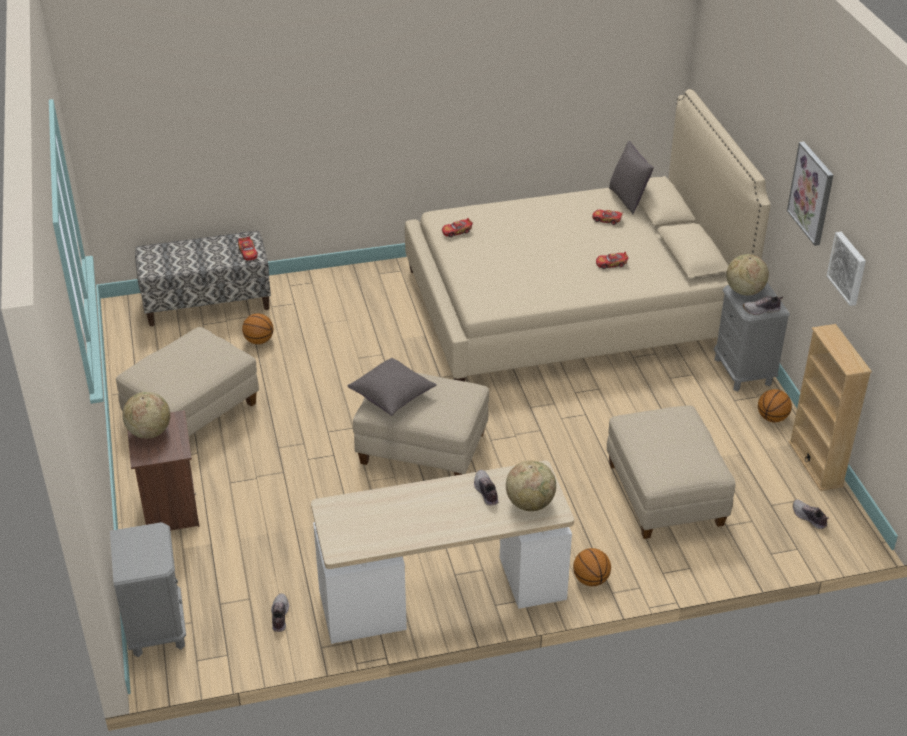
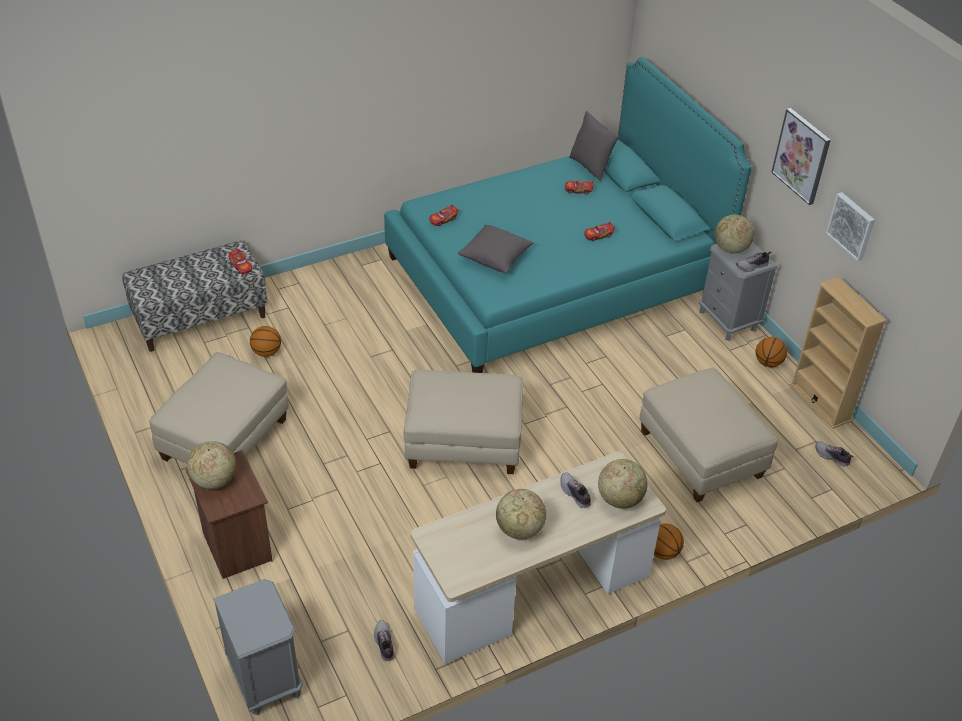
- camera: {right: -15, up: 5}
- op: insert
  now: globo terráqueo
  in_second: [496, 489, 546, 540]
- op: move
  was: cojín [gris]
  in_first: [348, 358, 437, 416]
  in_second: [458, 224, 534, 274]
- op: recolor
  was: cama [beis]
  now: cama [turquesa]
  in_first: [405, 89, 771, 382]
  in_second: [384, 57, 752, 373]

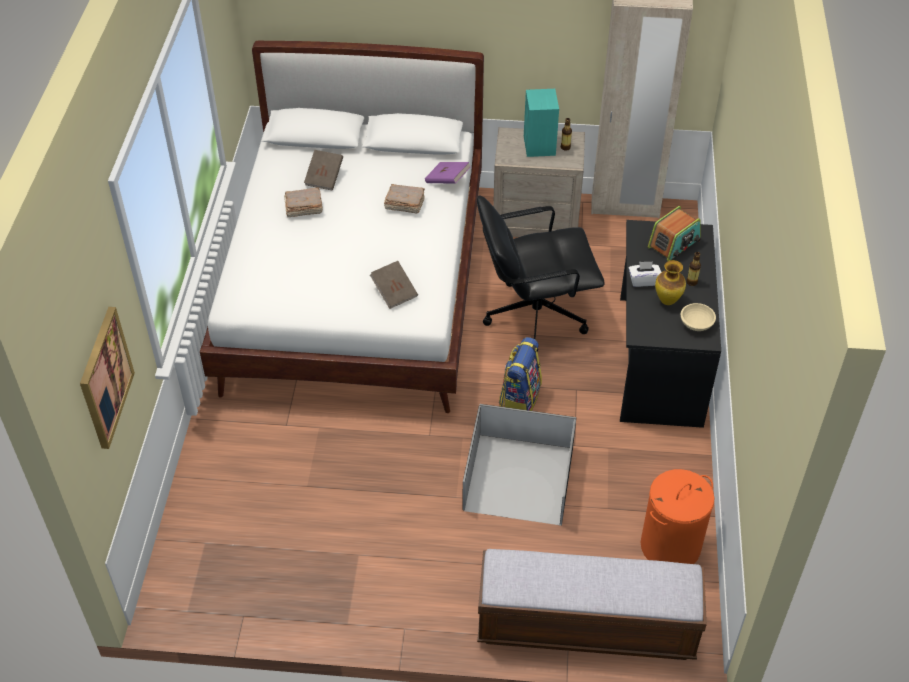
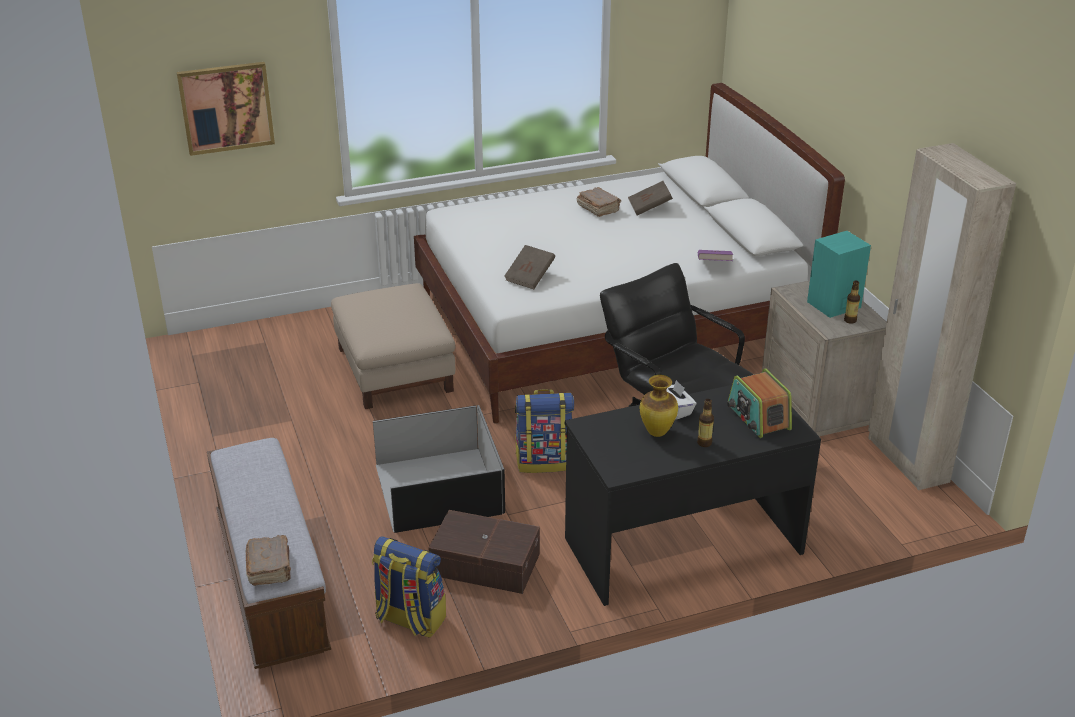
- camera: {right: 65, up: -15}
- op: delete
  was: cuenco [beis]
  in_first: [680, 303, 716, 331]
- op: insert
  now: puf [beis]
  in_second: [331, 283, 455, 409]
- op: insert
  now: caja de almacenaje [marrón]
  in_second: [428, 510, 540, 594]
- op: move
  was: libro [marrón]
  in_first: [384, 184, 425, 213]
  in_second: [246, 535, 291, 586]
- op: replace
  was: cesto de la ropa [naranja]
  now: mochila
  in_first: [640, 469, 715, 564]
  in_second: [372, 536, 446, 638]
- op: rotate
  was: radio
  in_first: [647, 206, 701, 261]
  in_second: [727, 369, 792, 438]
  clockwise: 45

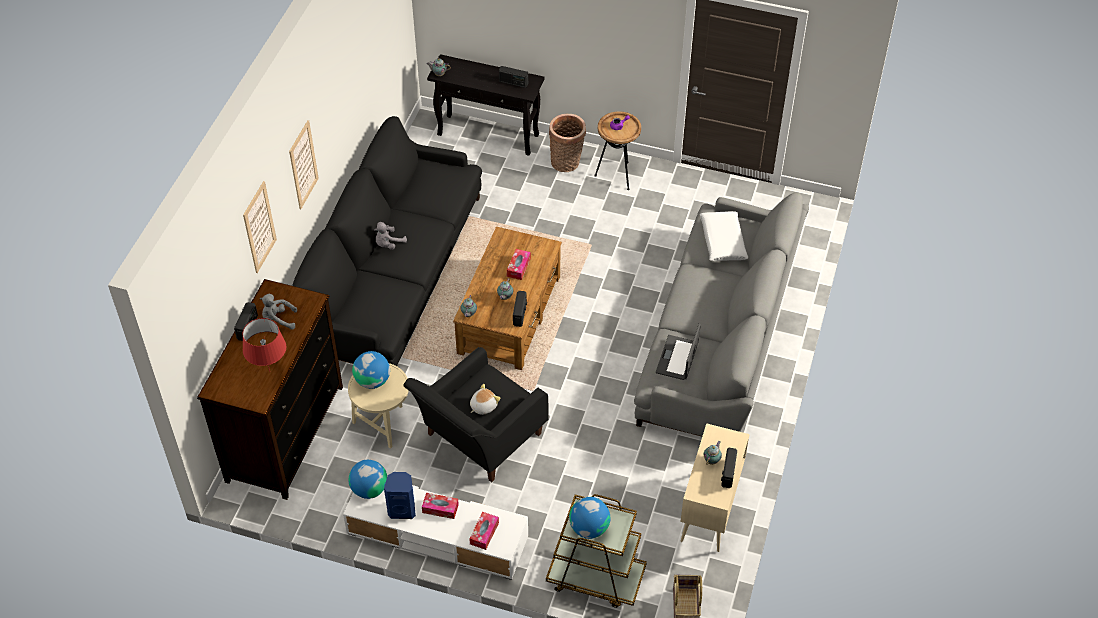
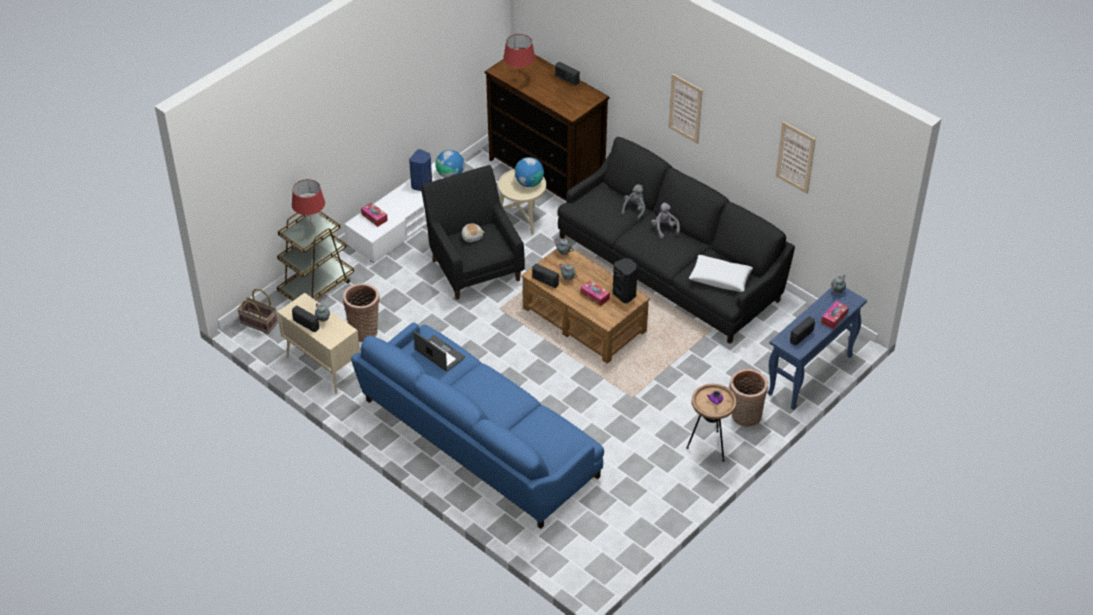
- camera: {right: 115, up: -5}
- op: insert
  now: cesta
  in_second: [343, 283, 380, 342]
- op: insert
  now: altavoz [negro]
  in_second: [613, 258, 638, 303]
- op: move
  was: cuadro
  in_first: [243, 181, 277, 273]
  in_second: [776, 122, 816, 194]
- op: move
  was: peluche [gris]
  in_first: [260, 294, 297, 330]
  in_second: [621, 184, 646, 220]
- op: move
  was: caja de pañuelos
  in_first: [422, 493, 459, 519]
  in_second: [821, 301, 849, 329]
- op: move
  was: cojín [blanco]
  in_first: [700, 211, 748, 261]
  in_second: [689, 255, 753, 292]
- op: replace
  was: globo terráqueo
  now: lámpara de mesa [rojo]
  in_first: [569, 497, 611, 539]
  in_second: [292, 179, 325, 222]
- op: recolor
  was: mesa consola [negro]
  now: mesa consola [azul]
  in_first: [427, 54, 544, 156]
  in_second: [768, 287, 867, 410]
- op: recolor
  was: sofá [gris]
  now: sofá [azul]
  in_first: [634, 193, 809, 437]
  in_second: [351, 322, 604, 529]

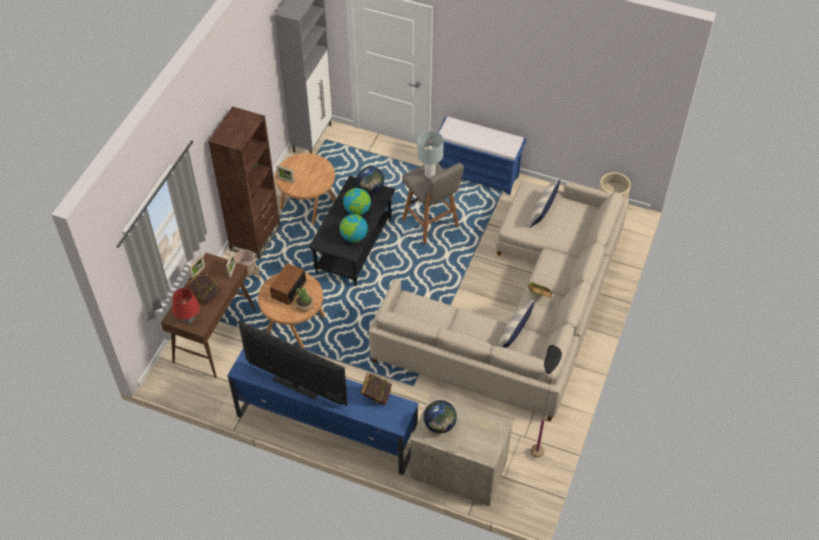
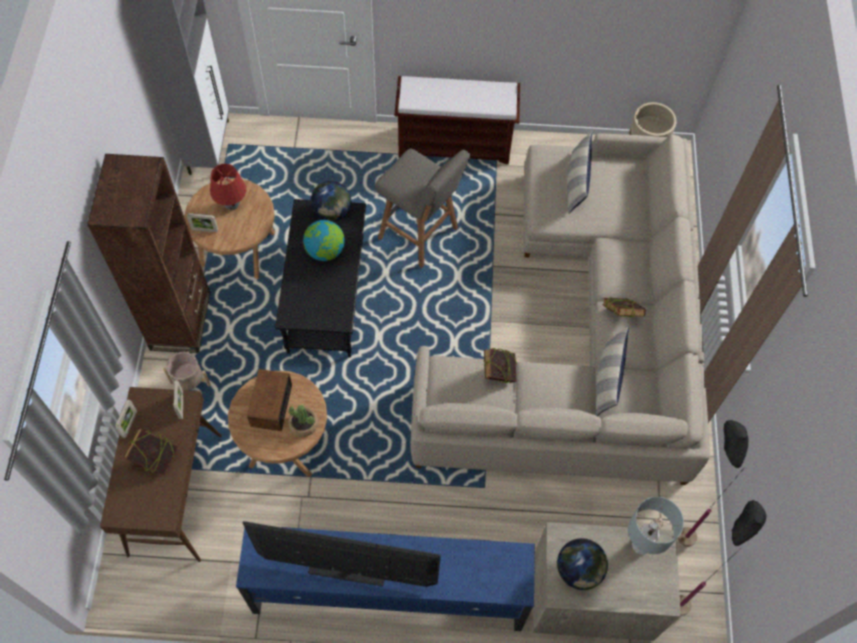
- camera: {right: -20, up: 10}
- op: delete
  was: globo terráqueo
  in_first: [340, 214, 368, 242]
- op: insert
  now: lámpara de pie [negro]
  in_second: [680, 500, 767, 616]
- op: move
  was: lámpara de mesa [rojo]
  in_first: [172, 288, 200, 323]
  in_second: [210, 164, 246, 210]
- op: move
  was: libro
  in_first: [361, 373, 392, 405]
  in_second: [484, 348, 517, 383]
- op: move
  was: lámpara de mesa [gris]
  in_first: [417, 131, 444, 178]
  in_second: [628, 497, 684, 554]
- op: recolor
  was: banco [azul]
  now: banco [marrón]
  in_first: [438, 116, 526, 195]
  in_second: [394, 76, 520, 164]

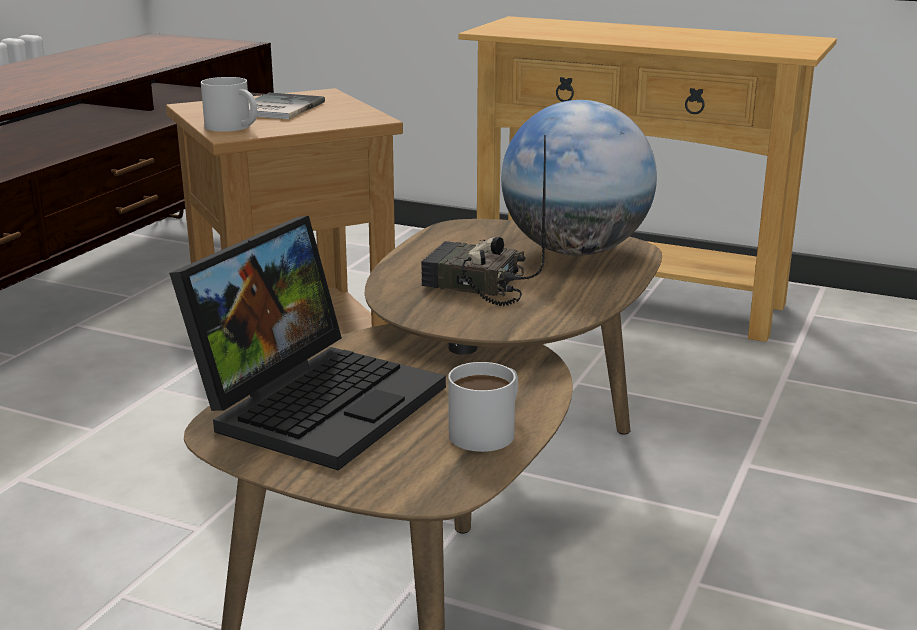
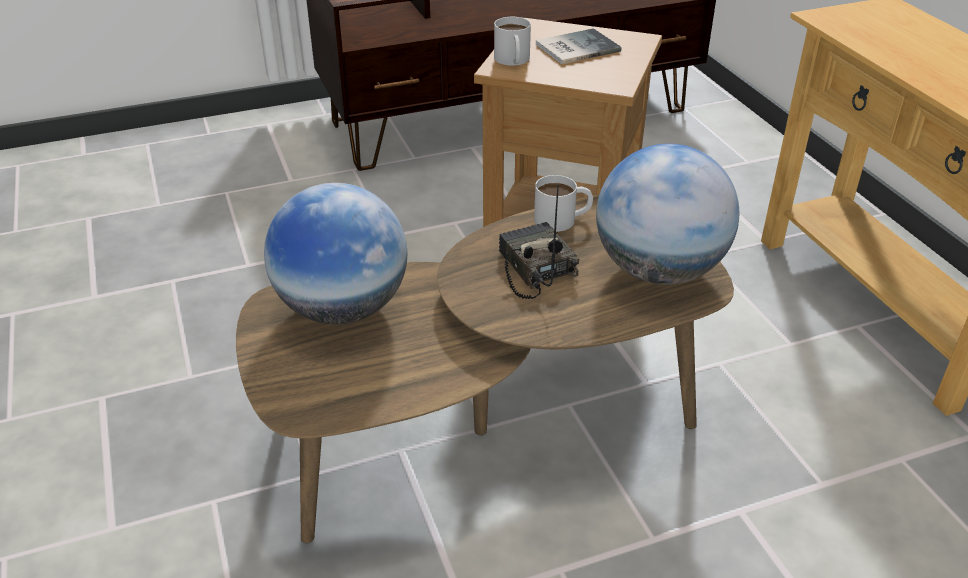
- camera: {right: 45, up: 15}
- op: move
  was: taza grande [blanco]
  in_first: [448, 362, 518, 452]
  in_second: [534, 175, 593, 232]
- op: replace
  was: portátil
  now: globo terráqueo
  in_first: [169, 215, 446, 470]
  in_second: [264, 183, 407, 324]

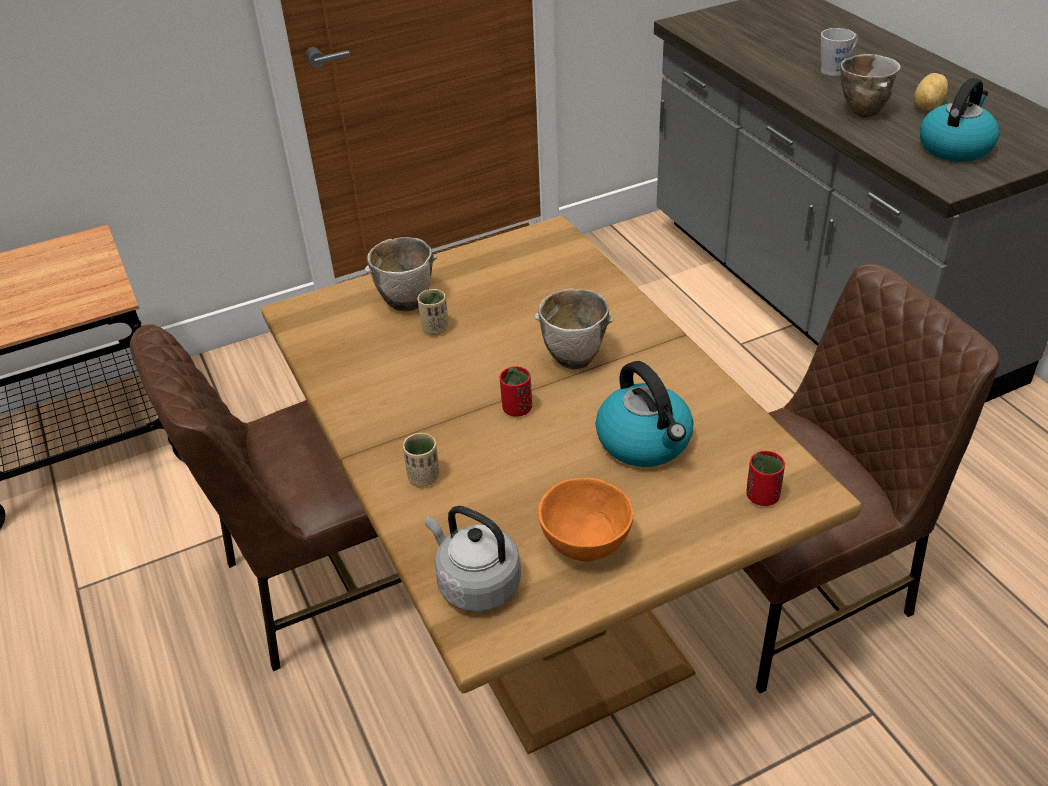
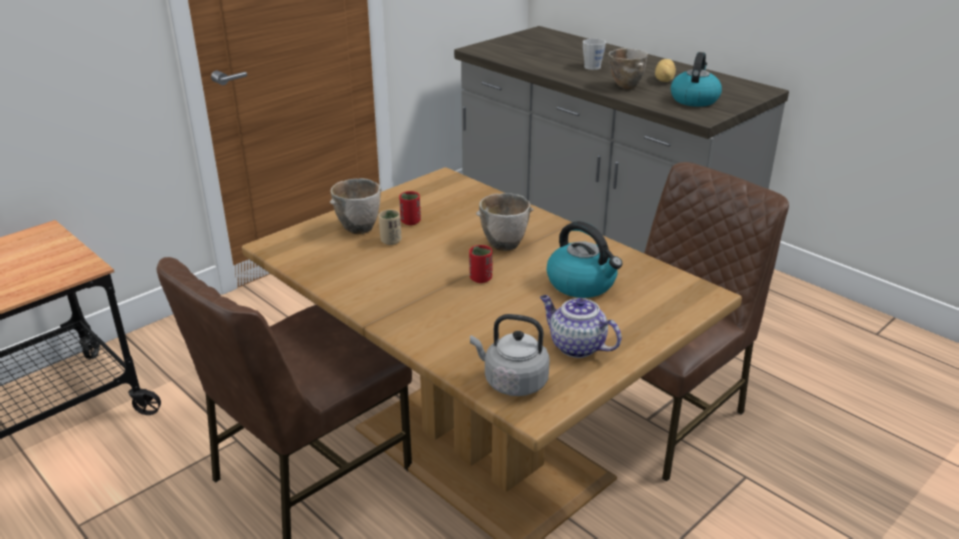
- camera: {right: -20, up: -10}
- op: delete
  was: taza [beis]
  in_first: [403, 433, 439, 486]
- op: move
  was: taza [rojo]
  in_first: [746, 451, 785, 506]
  in_second: [399, 191, 421, 225]
- op: replace
  was: cuenco [naranja]
  now: tetera
  in_first: [538, 478, 633, 561]
  in_second: [540, 295, 621, 358]

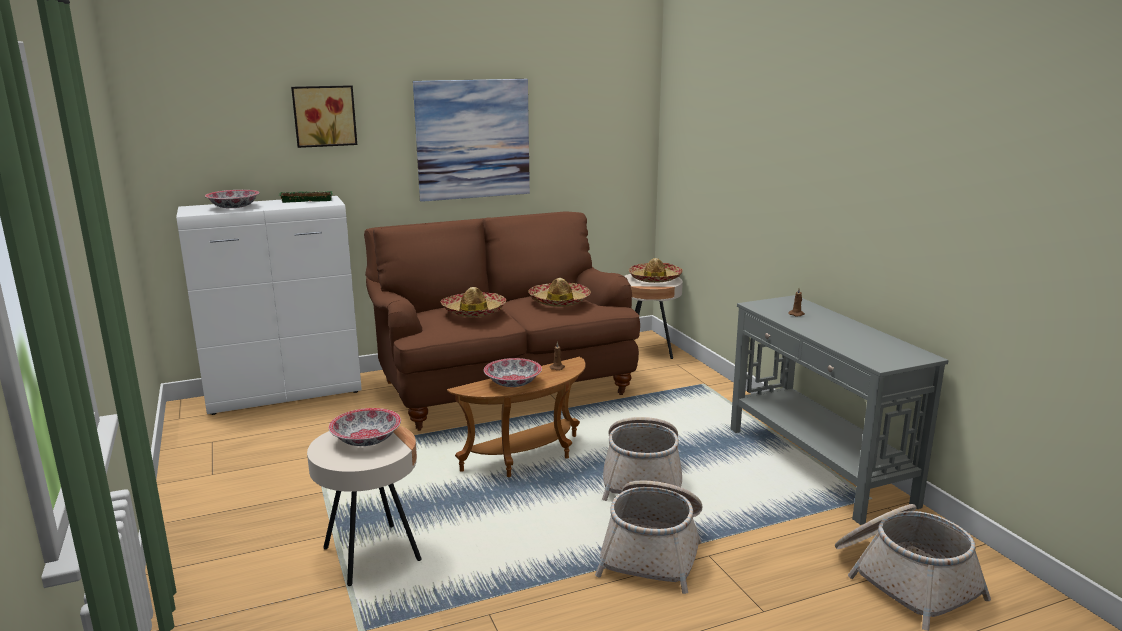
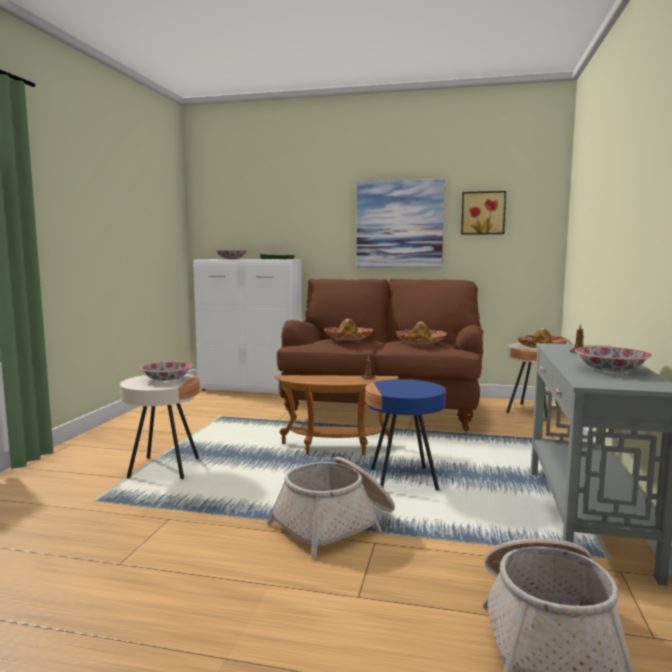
- camera: {right: 35, up: -10}
- op: move
  was: cuadro
  in_first: [291, 85, 357, 148]
  in_second: [461, 191, 506, 235]
- op: move
  was: cuenco
  in_first: [484, 358, 542, 387]
  in_second: [575, 346, 652, 372]
- op: replace
  was: cesta
  now: mesa auxiliar [azul]
  in_first: [602, 417, 682, 501]
  in_second: [365, 379, 446, 491]

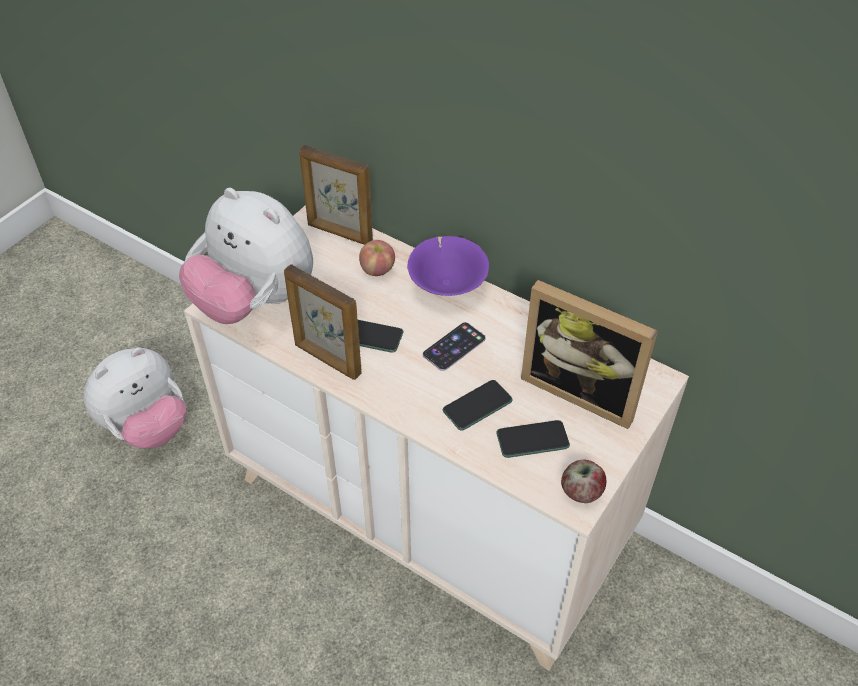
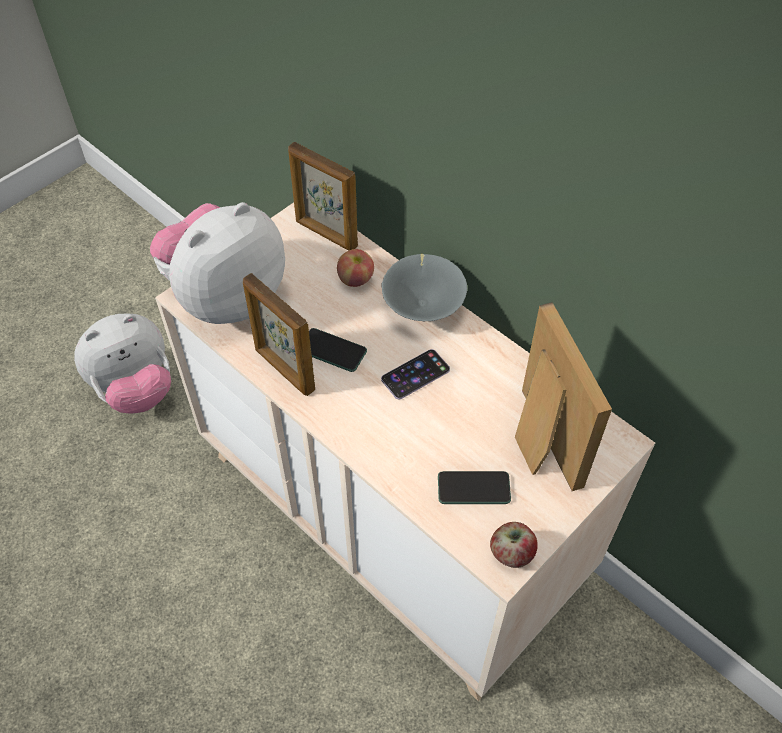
- camera: {right: 10, up: 5}
- op: delete
  was: móvil
  in_first: [443, 380, 513, 431]
- op: recolor
  was: cuenco [morado]
  now: cuenco [gris]
  in_first: [407, 236, 489, 296]
  in_second: [381, 254, 467, 321]
- op: rotate
  was: peluche
  in_first: [179, 188, 313, 324]
  in_second: [150, 202, 285, 324]
  clockwise: 90
- op: rotate
  was: portarretratos
  in_first: [521, 280, 658, 429]
  in_second: [515, 302, 612, 491]
  clockwise: -150

